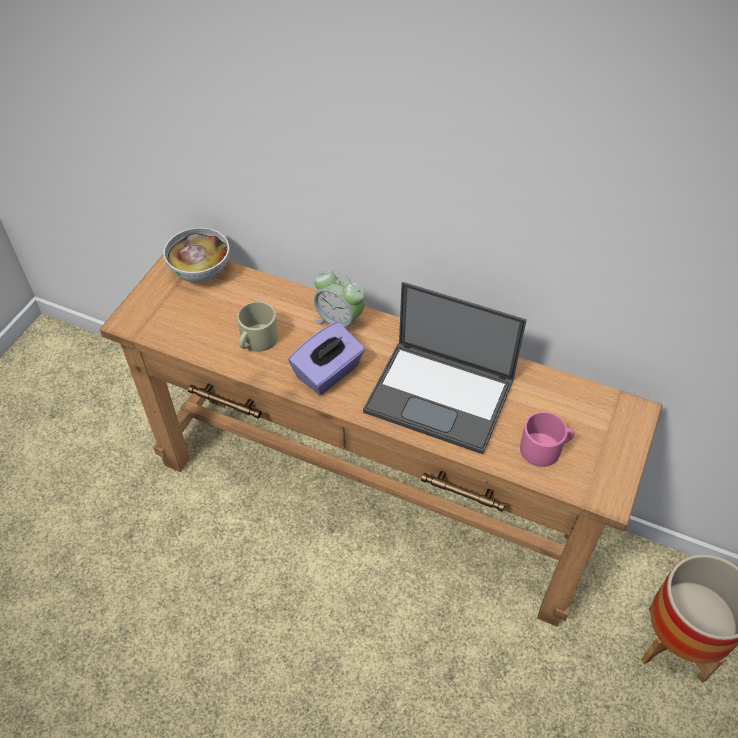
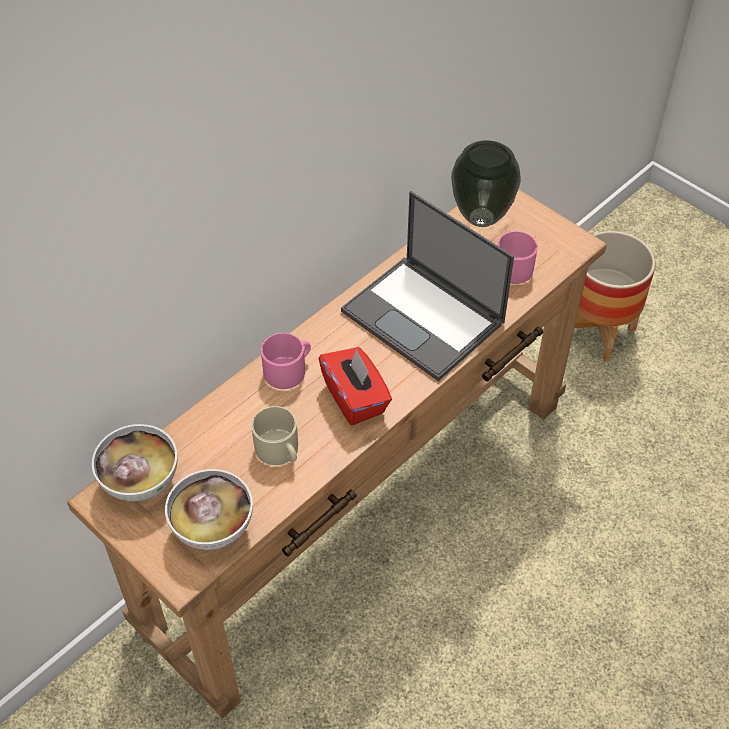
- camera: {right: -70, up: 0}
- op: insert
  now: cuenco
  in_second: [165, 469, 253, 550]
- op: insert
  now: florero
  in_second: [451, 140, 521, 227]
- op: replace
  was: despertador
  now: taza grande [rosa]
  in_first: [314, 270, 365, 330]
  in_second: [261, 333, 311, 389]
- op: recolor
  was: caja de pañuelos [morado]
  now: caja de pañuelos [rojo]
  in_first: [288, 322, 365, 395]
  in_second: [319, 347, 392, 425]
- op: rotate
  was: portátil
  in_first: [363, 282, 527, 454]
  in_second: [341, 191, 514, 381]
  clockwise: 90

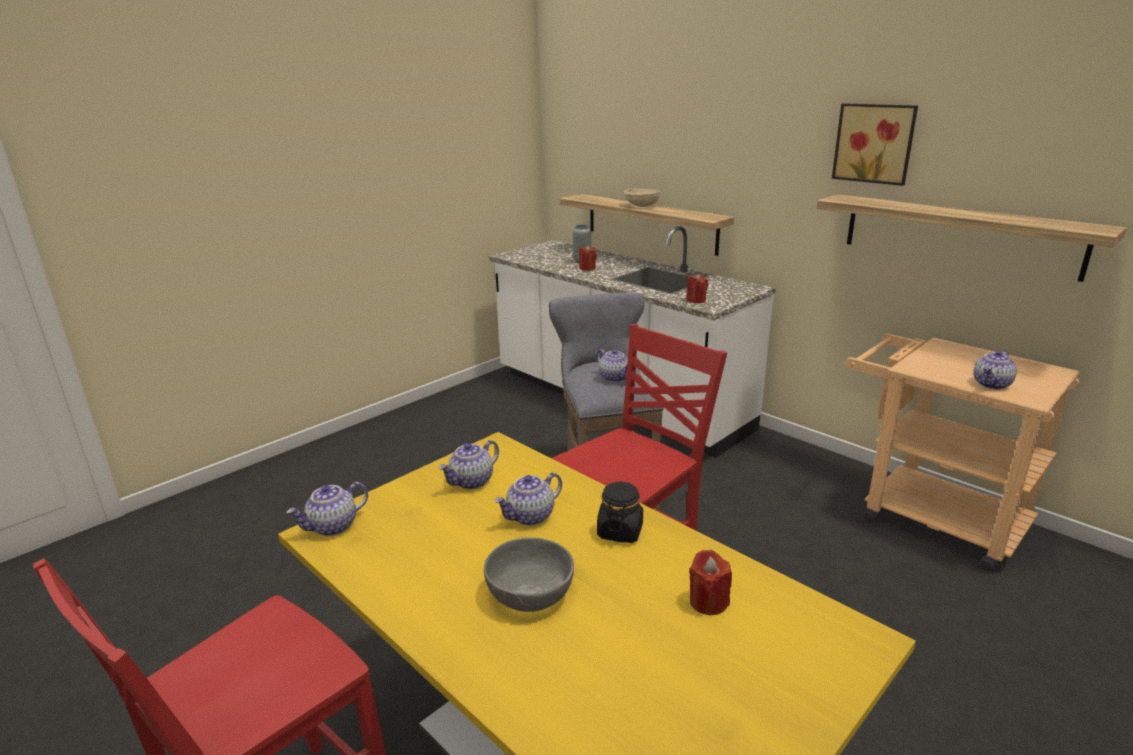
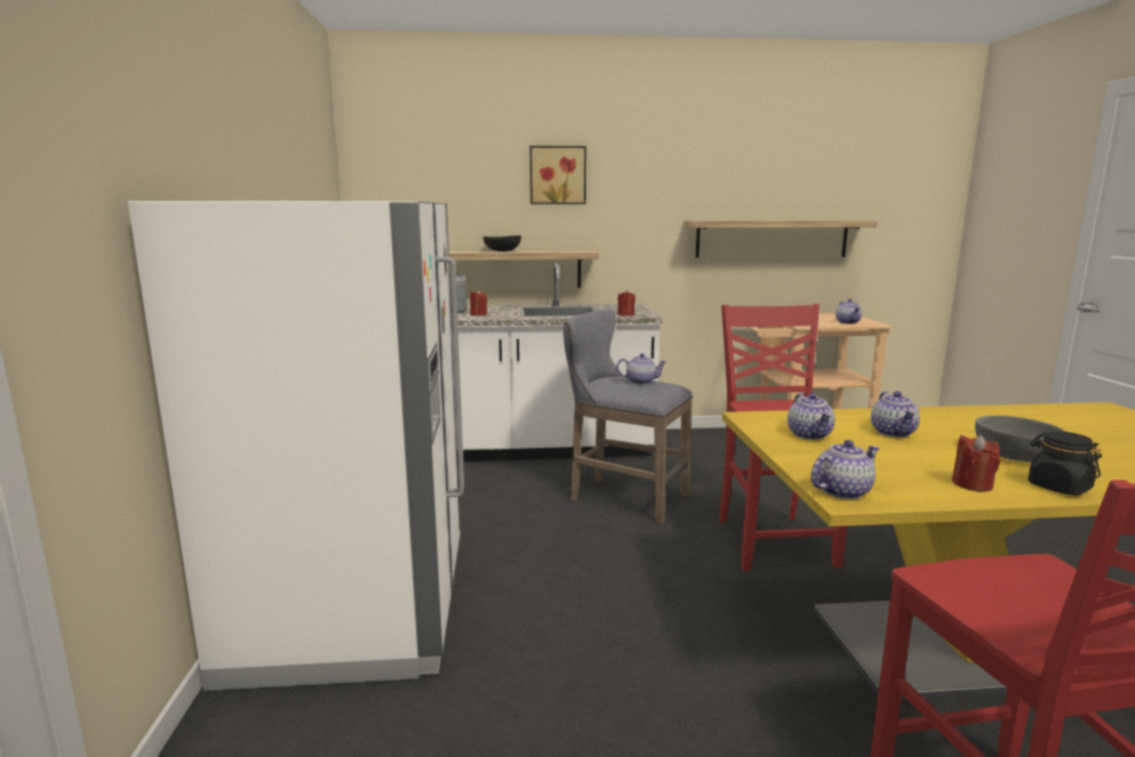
- camera: {right: -50, up: -10}
- op: insert
  now: nevera [blanco]
  in_second: [128, 201, 464, 691]
- op: move
  was: tarro [negro]
  in_first: [597, 481, 643, 543]
  in_second: [1028, 431, 1102, 496]
- op: move
  was: vela [rojo]
  in_first: [689, 550, 732, 615]
  in_second: [952, 435, 1000, 492]
- op: move
  was: cuadro
  in_first: [832, 103, 918, 186]
  in_second: [530, 146, 586, 204]
- op: recolor
  was: cuenco [beis]
  now: cuenco [negro]
  in_first: [623, 188, 660, 207]
  in_second: [483, 235, 521, 252]
- op: rotate
  was: tetera
  in_first: [287, 482, 368, 536]
  in_second: [811, 440, 879, 499]
  clockwise: -120

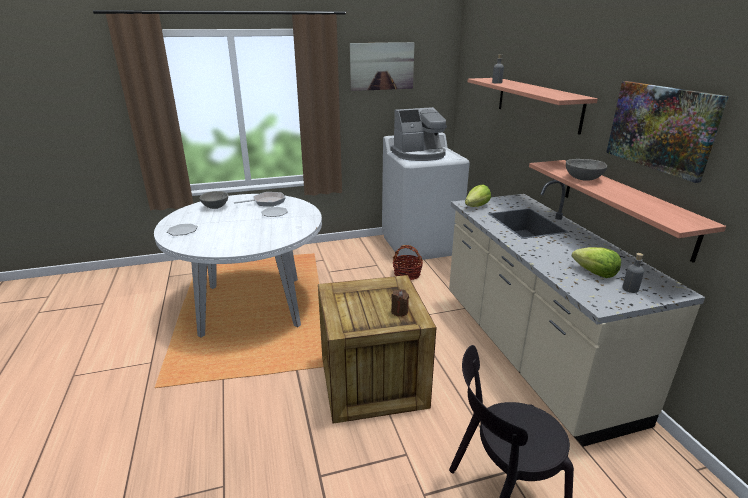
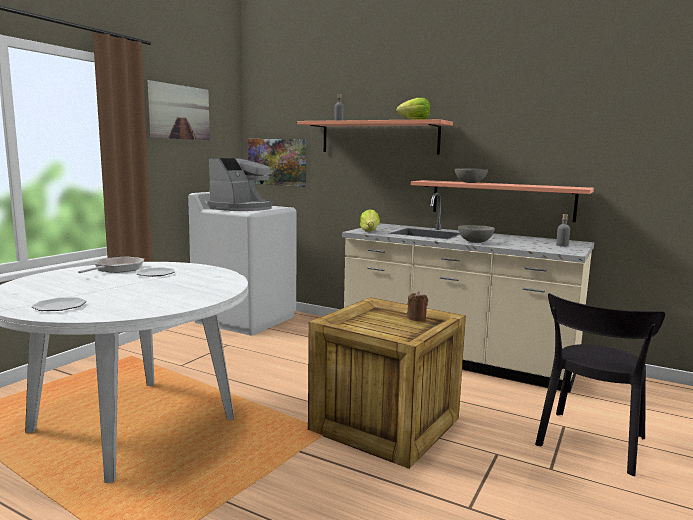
- camera: {right: -45, up: -15}
- op: delete
  was: cesta
  in_first: [393, 245, 423, 280]
- op: move
  was: cuenco [gris]
  in_first: [200, 191, 228, 209]
  in_second: [458, 225, 495, 243]
- op: move
  was: lechuga
  in_first: [572, 247, 621, 278]
  in_second: [396, 98, 430, 120]
- op: move
  was: cuadro
  in_first: [606, 81, 729, 183]
  in_second: [248, 139, 306, 187]

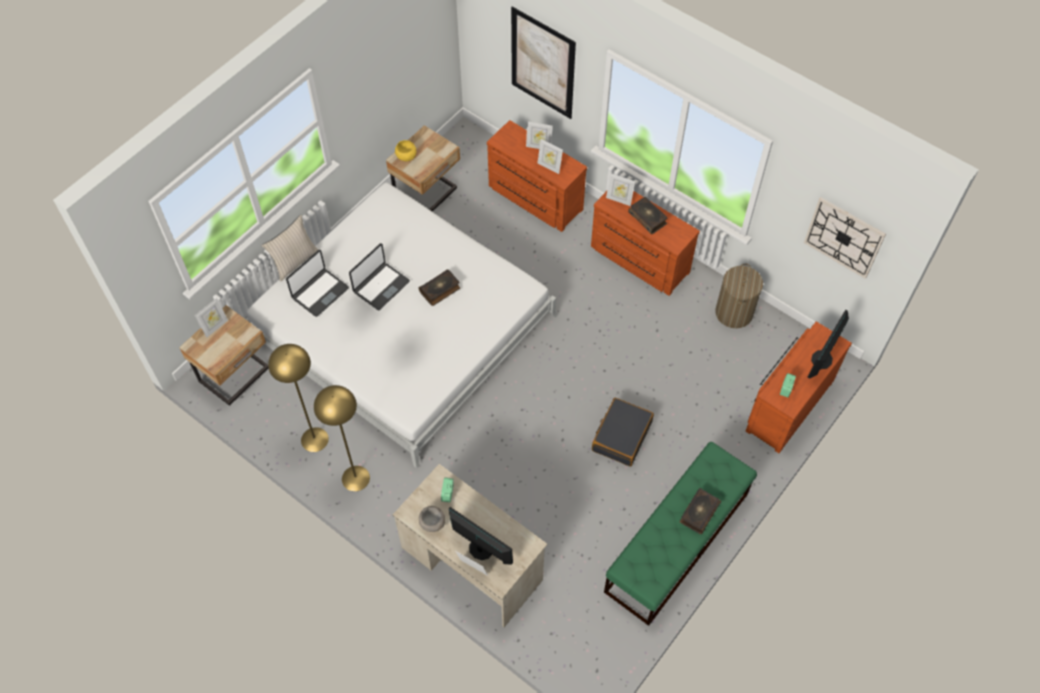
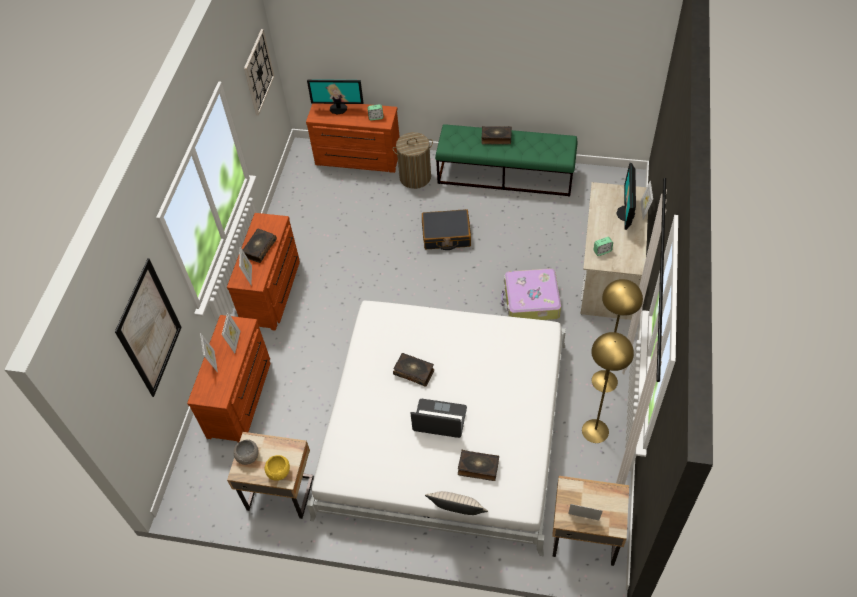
- camera: {right: -115, up: -5}
- op: insert
  now: maleta
  in_second: [501, 268, 561, 320]
- op: move
  was: cuenco [gris]
  in_first: [419, 506, 445, 532]
  in_second: [234, 440, 259, 465]
- op: move
  was: cesto de la ropa
  in_first: [715, 264, 763, 328]
  in_second: [393, 132, 433, 189]
- op: replace
  was: portátil
  now: libro
  in_first: [286, 250, 349, 317]
  in_second: [458, 449, 499, 481]

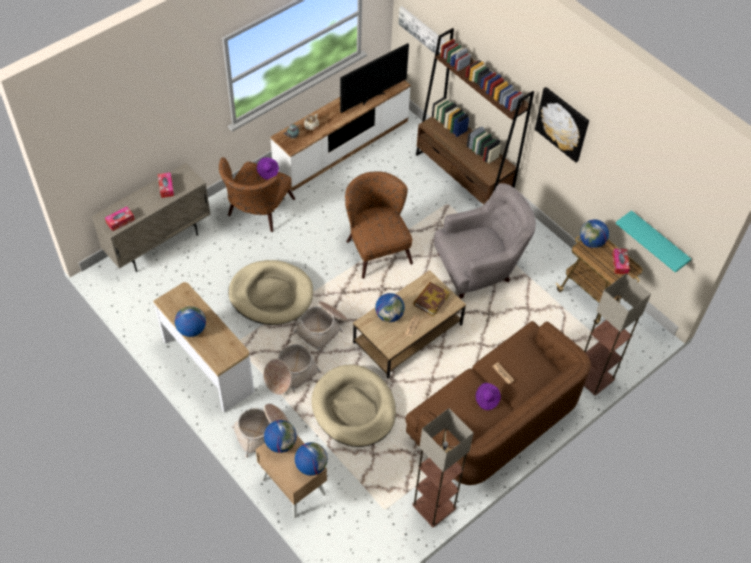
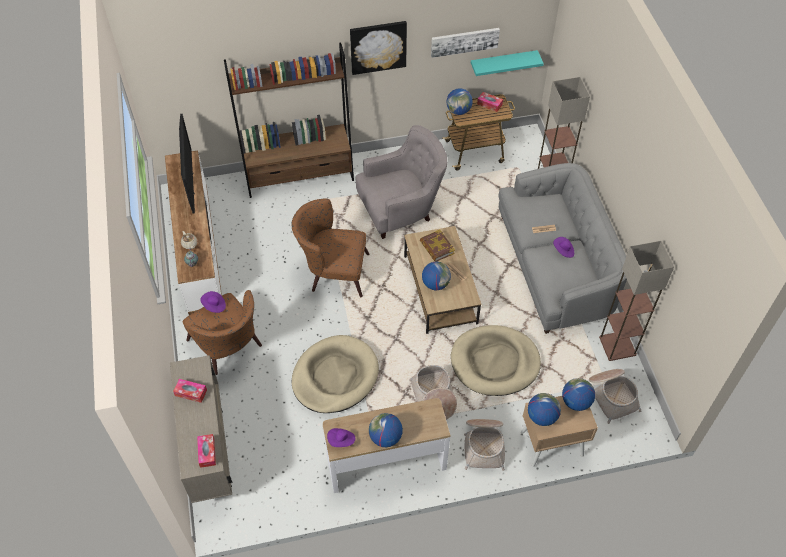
- camera: {right: -60, up: 0}
- op: insert
  now: sombrero [morado]
  in_second: [327, 428, 355, 447]
- op: move
  was: cesta
  in_first: [293, 301, 348, 354]
  in_second: [589, 369, 641, 424]
- op: move
  was: cuadro
  in_first: [398, 6, 447, 54]
  in_second: [431, 28, 500, 58]
- op: recolor
  was: sofá [marrón]
  now: sofá [gris]
  in_first: [405, 321, 591, 485]
  in_second: [498, 163, 627, 334]
- op: rotate
  was: sillón [gris]
  in_first: [434, 183, 536, 299]
  in_second: [356, 125, 447, 239]
  clockwise: 60

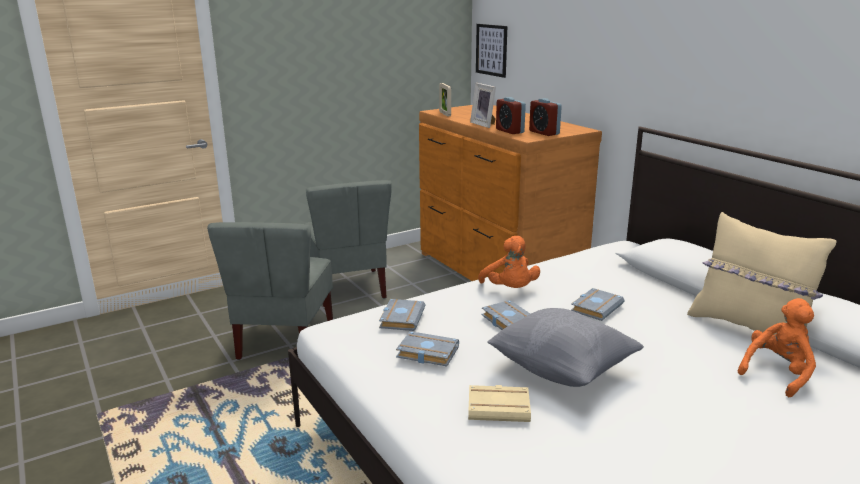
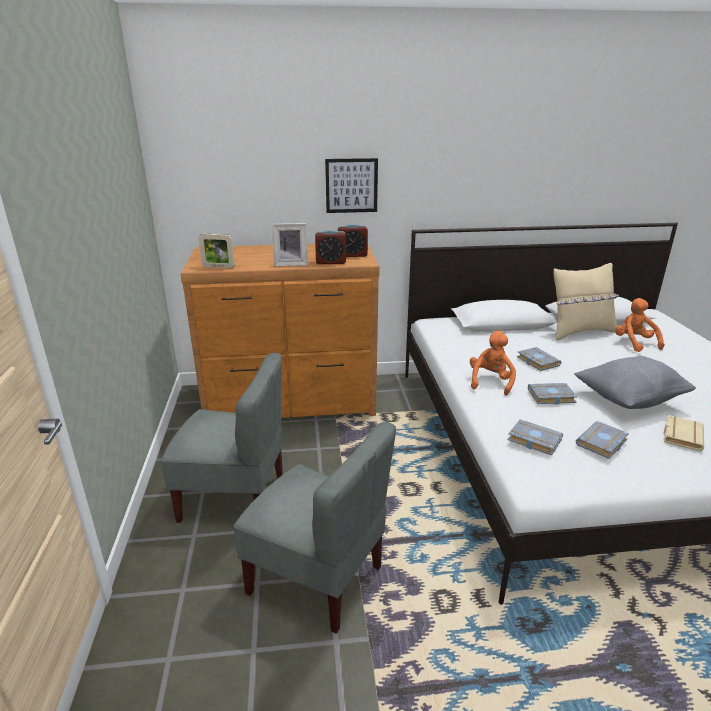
- camera: {right: -65, up: 5}
- op: move
  was: cuadro
  in_first: [476, 24, 507, 78]
  in_second: [325, 158, 378, 213]
- op: rotate
  was: peluche [naranja]
  in_first: [478, 236, 540, 288]
  in_second: [470, 331, 516, 396]
  clockwise: -75

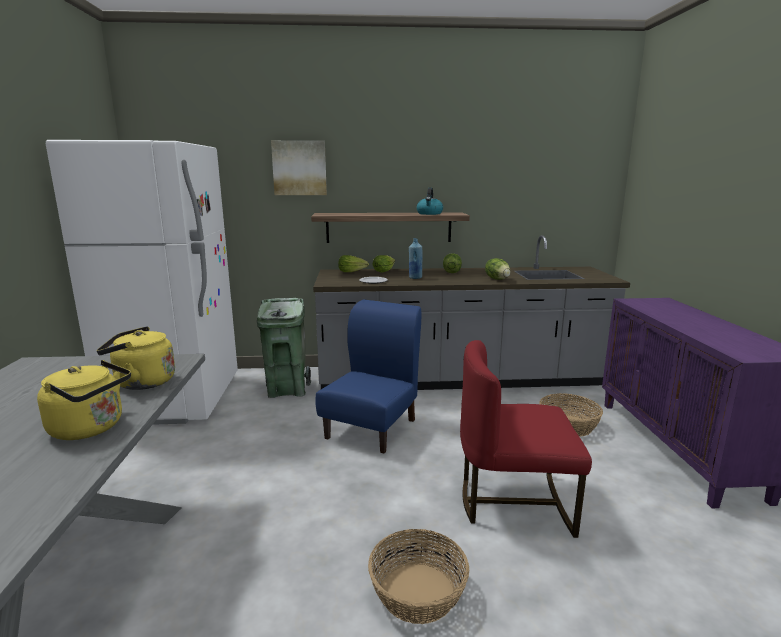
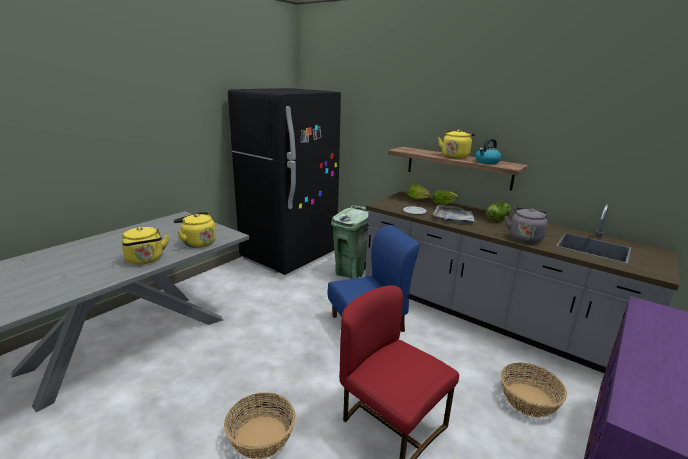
- camera: {right: 40, up: 5}
- op: delete
  was: cuadro
  in_first: [271, 140, 327, 195]
- op: insert
  now: hervidor [amarillo]
  in_second: [438, 130, 475, 159]
- op: replace
  was: botella [azul]
  now: bandeja [gris]
  in_first: [409, 238, 422, 279]
  in_second: [433, 205, 475, 223]
- op: replace
  was: lechuga
  now: hervidor [gris]
  in_first: [485, 258, 510, 280]
  in_second: [505, 207, 548, 243]
- op: recolor
  was: nevera [blanco]
  now: nevera [negro]
  in_first: [46, 140, 238, 425]
  in_second: [228, 88, 341, 275]

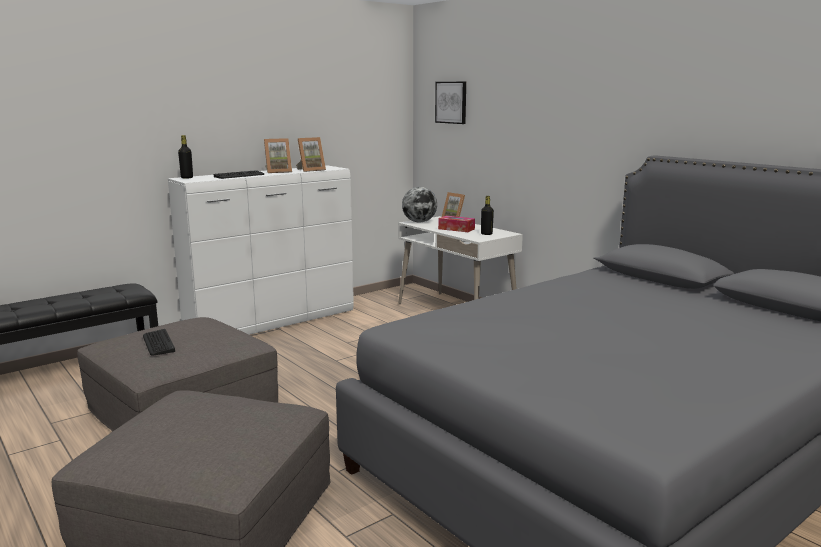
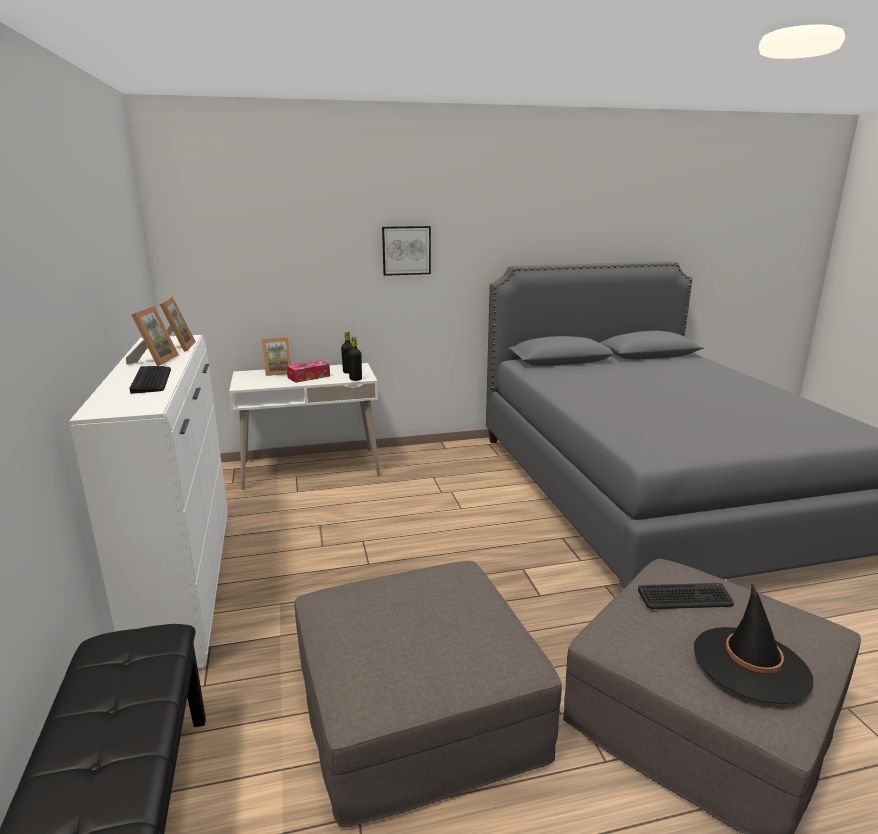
- camera: {right: -65, up: 5}
- op: delete
  was: globo terráqueo
  in_first: [402, 187, 437, 223]
- op: insert
  now: sombrero [negro]
  in_second: [694, 584, 813, 704]
- op: move
  was: teclado
  in_first: [143, 329, 175, 356]
  in_second: [638, 583, 734, 609]
- op: move
  was: botella [negro]
  in_first: [178, 135, 193, 179]
  in_second: [348, 337, 362, 381]
- op: move
  was: cuadro
  in_first: [435, 82, 466, 124]
  in_second: [382, 226, 431, 276]

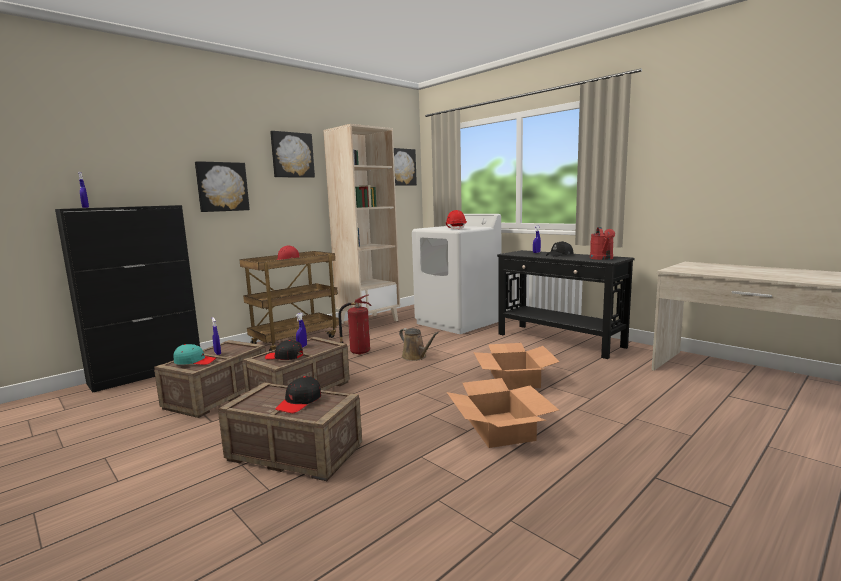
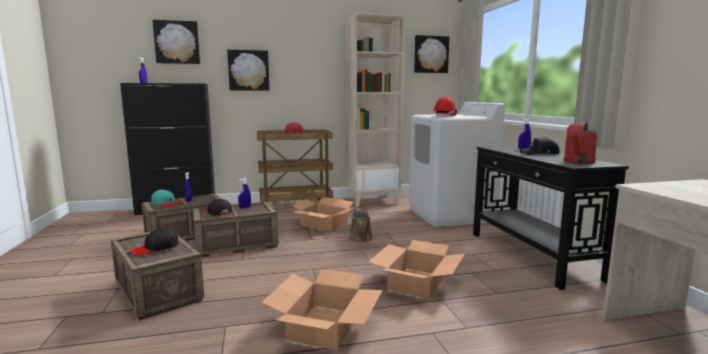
- camera: {right: 30, up: 0}
- op: move
  was: cuadro
  in_first: [270, 131, 315, 178]
  in_second: [152, 20, 200, 64]
- op: replace
  was: extintor
  now: caja de cartón
  in_first: [338, 295, 372, 355]
  in_second: [291, 197, 357, 231]

